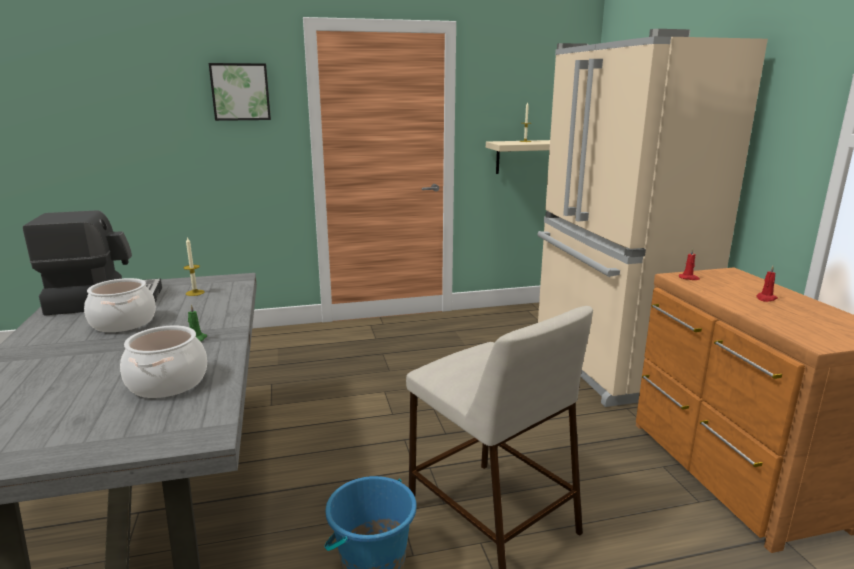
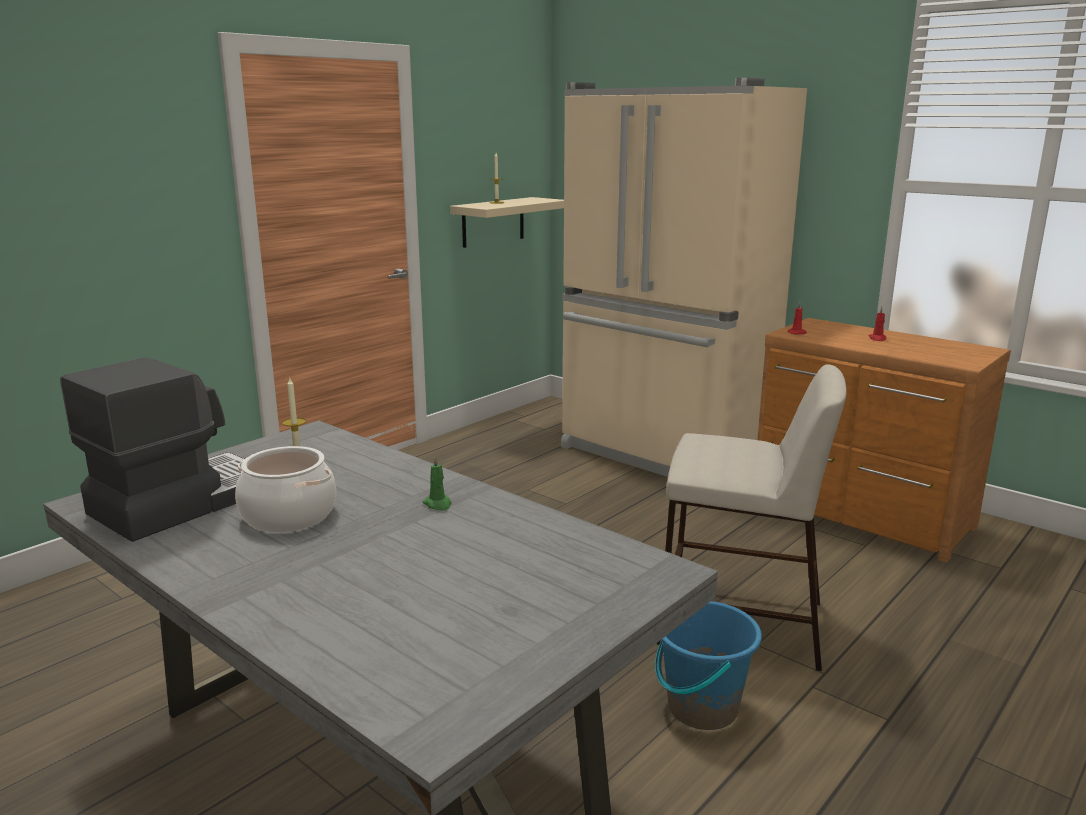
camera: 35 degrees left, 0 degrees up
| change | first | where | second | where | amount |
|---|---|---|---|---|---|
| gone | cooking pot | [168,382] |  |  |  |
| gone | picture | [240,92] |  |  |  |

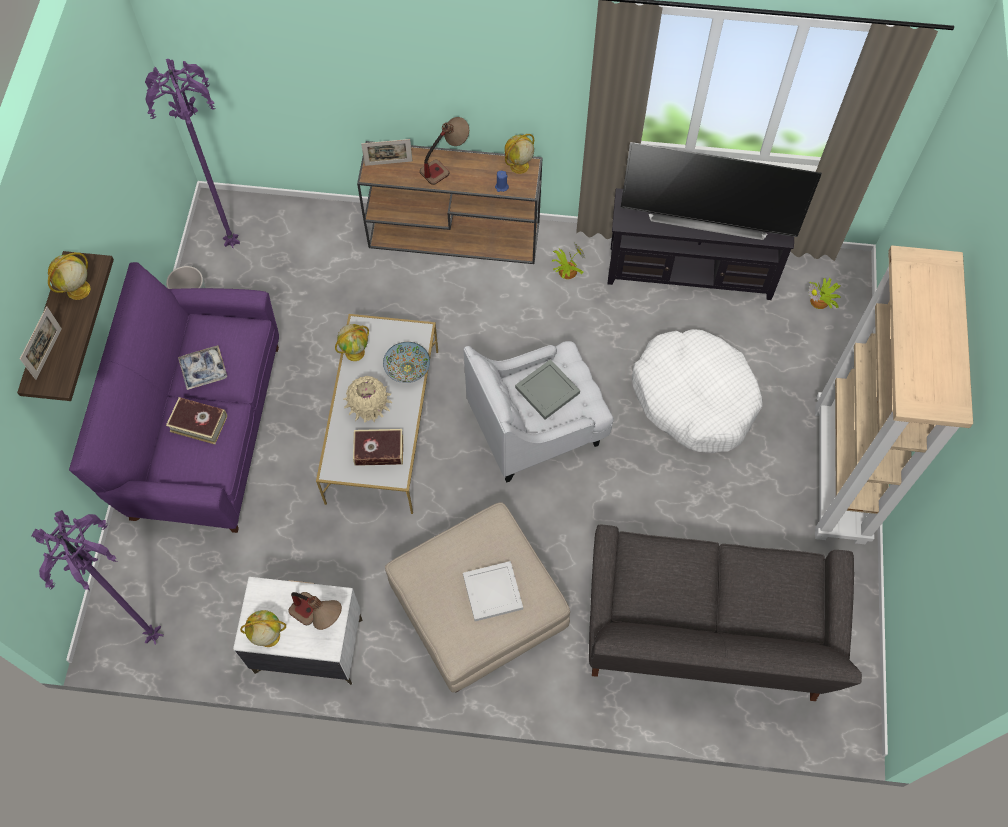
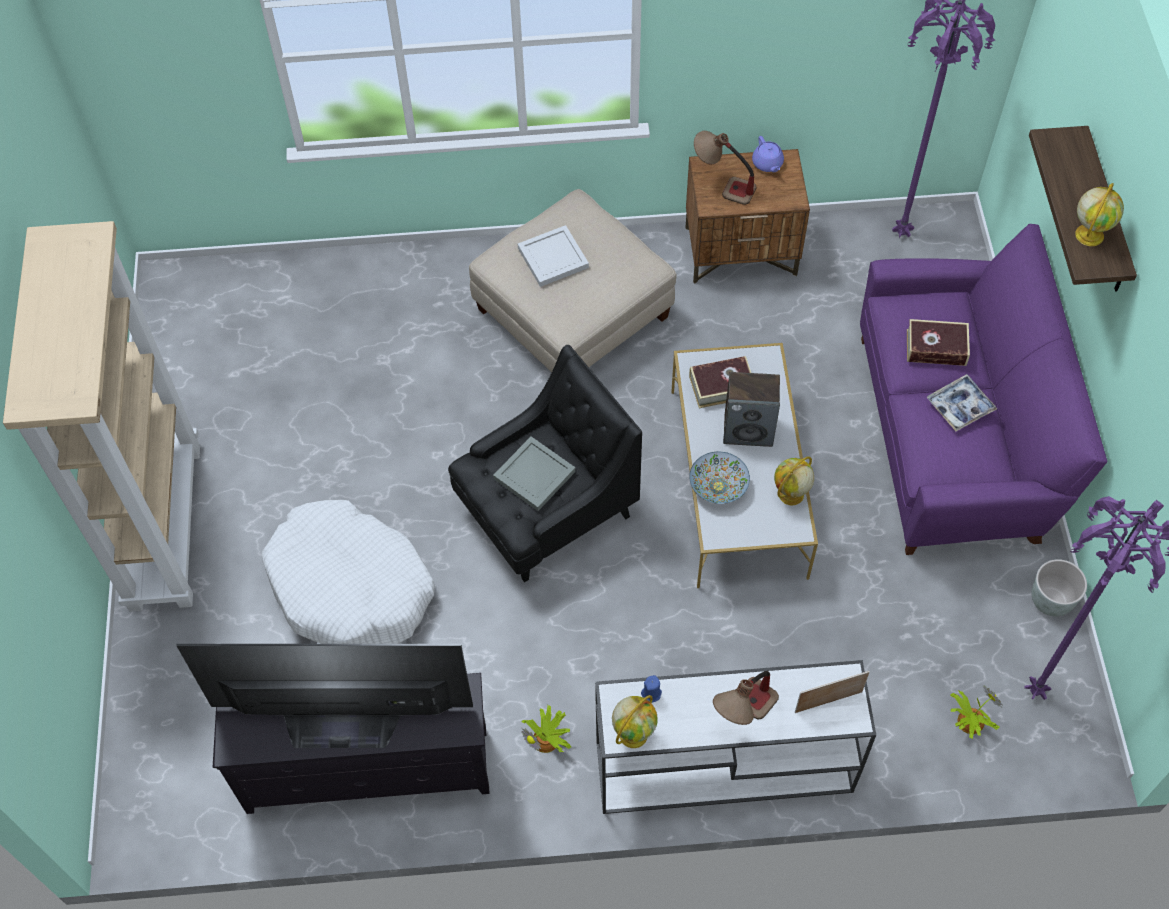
camera: 170 degrees right, 5 degrees down
| change | first | where | second | where | amount |
|---|---|---|---|---|---|
| repainted | white armchair | [537,428] | black armchair | [546,512] |  |
| repainted | brown console table | [456,235] | white console table | [721,768] |  |
| repainted | white nightstand | [308,646] | brown nightstand | [741,251] |  |
| swapped | beige vase | [369,409] | speaker | [748,430] |  |
| swapped | globe | [268,636] | purple teapot | [767,164] |  |
| shifted | potted plant | [821,301] |  | [969,721] |  |
| gone | picture frame | [48,353] |  |  |  |
| gone | grey sofa | [705,635] |  |  |  |

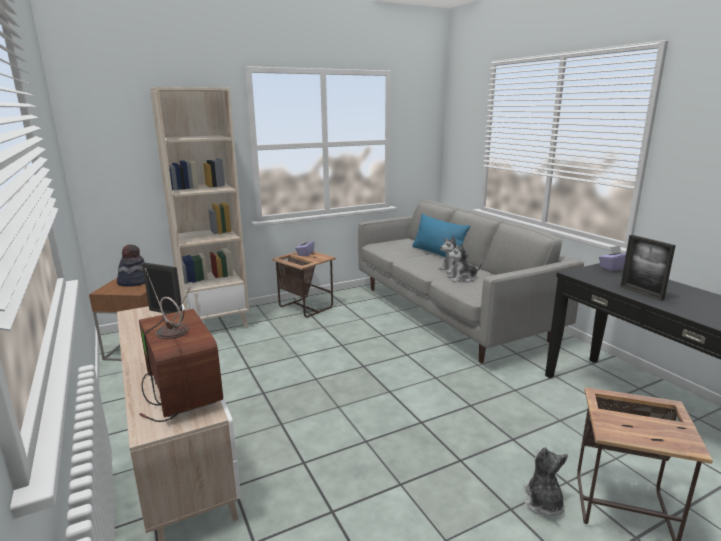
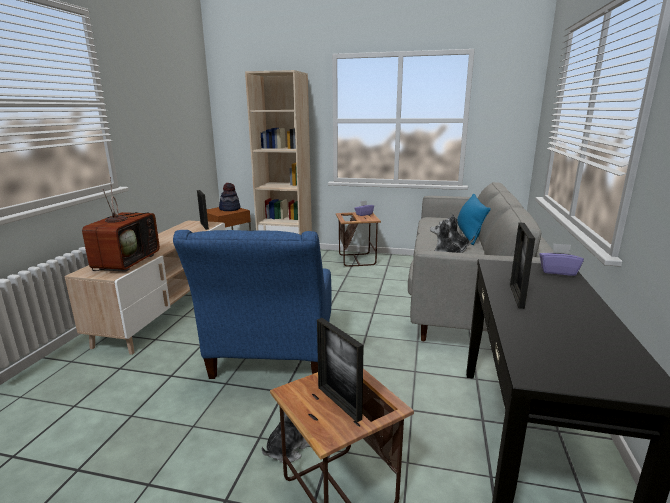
camera: 40 degrees right, 0 degrees up
| change | first | where | second | where | amount |
|---|---|---|---|---|---|
| new |  |  | blue armchair | [271,360] |  |
| new |  |  | picture frame | [339,402] |  |

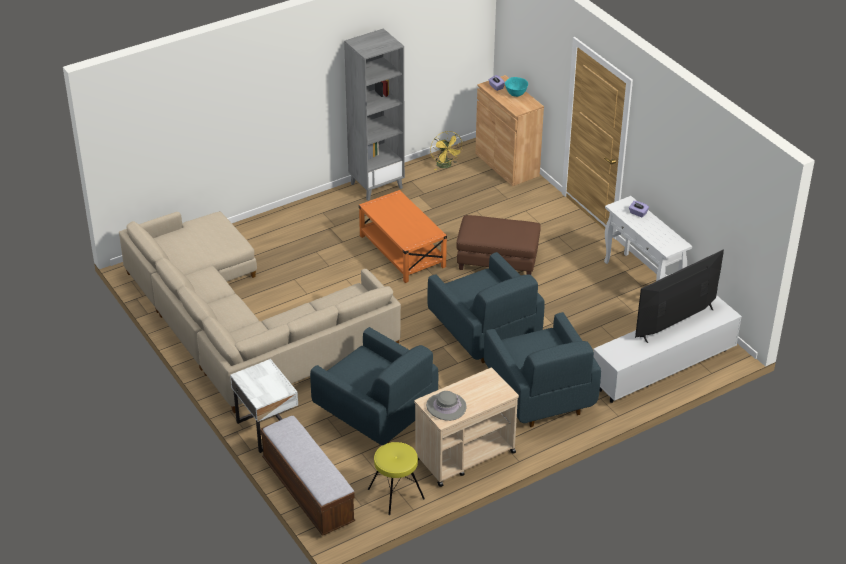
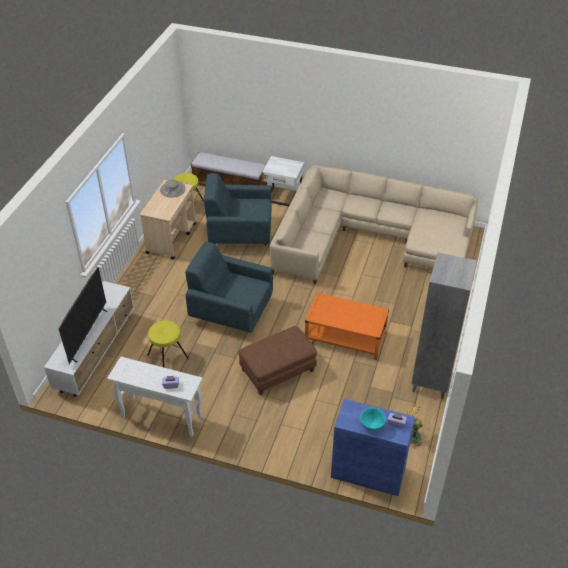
camera: 140 degrees right, 5 degrees up
| change | first | where | second | where | amount |
|---|---|---|---|---|---|
| new |  |  | yellow stool | [167,357] |  |
| repainted | brown cabinet | [507,164] | blue cabinet | [368,472] |  |
| gone | blue armchair | [539,395] |  |  |  |

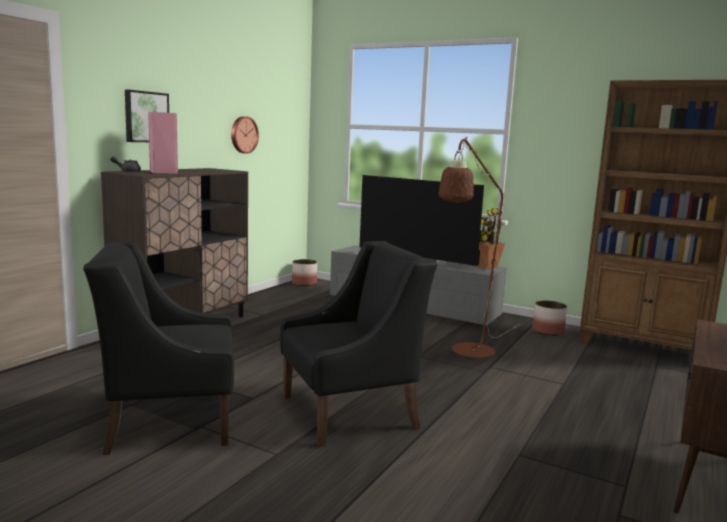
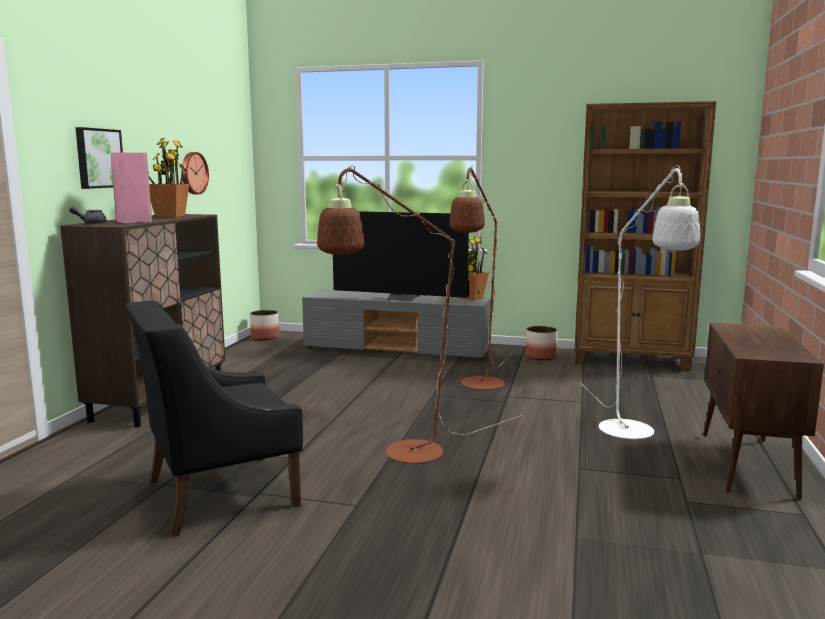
camera: 15 degrees left, 0 degrees up
| change | first | where | second | where | amount |
|---|---|---|---|---|---|
| new |  |  | potted plant | [169,216] |  |
| swapped | black armchair | [350,411] | brown floor lamp | [402,455] |  |
| new |  |  | white floor lamp | [632,434] |  |

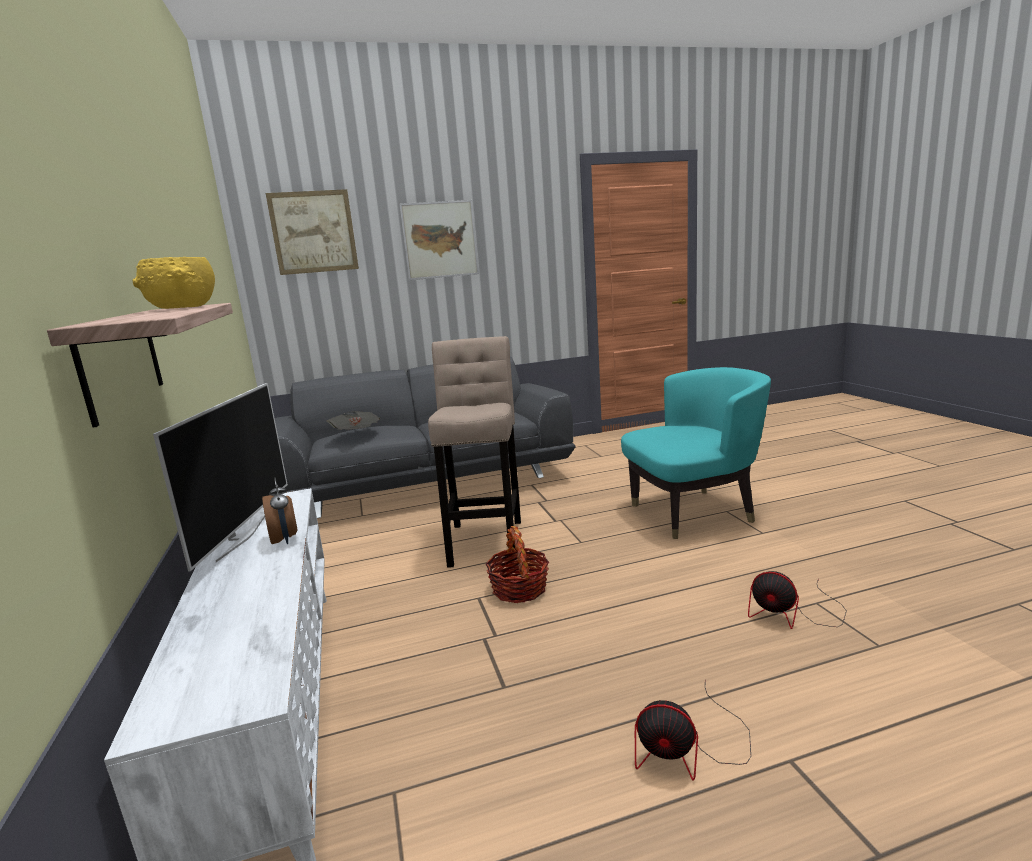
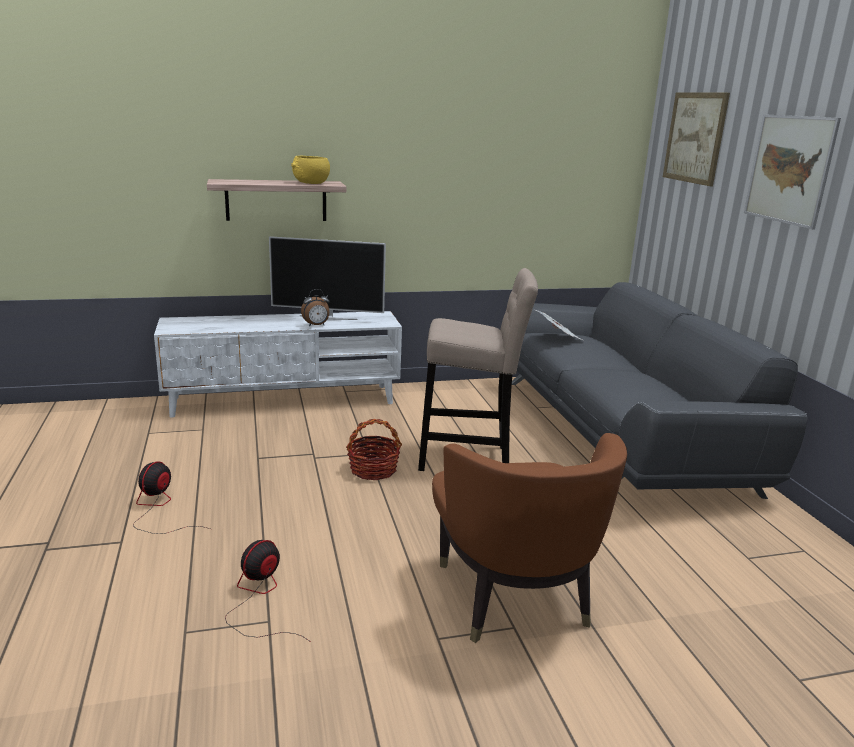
camera: 90 degrees right, 5 degrees up
| change | first | where | second | where | amount |
|---|---|---|---|---|---|
| repainted | turquoise armchair | [694,512] | brown armchair | [513,597] |  |

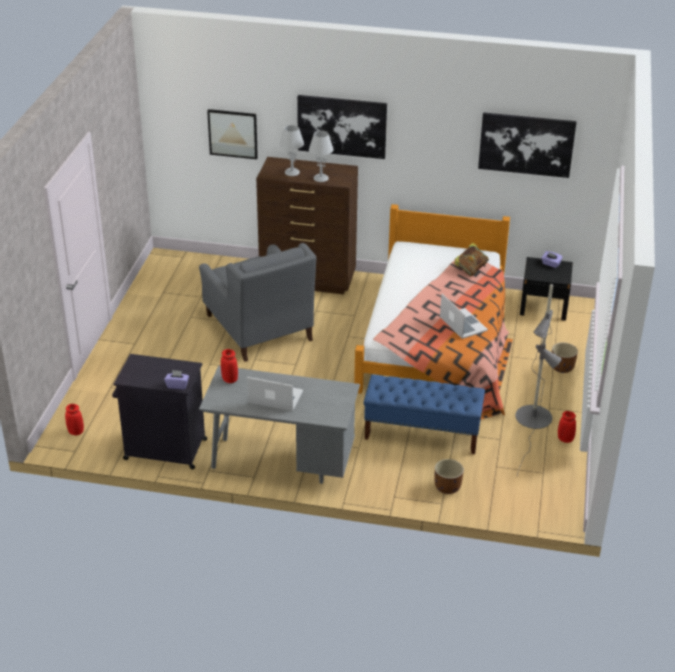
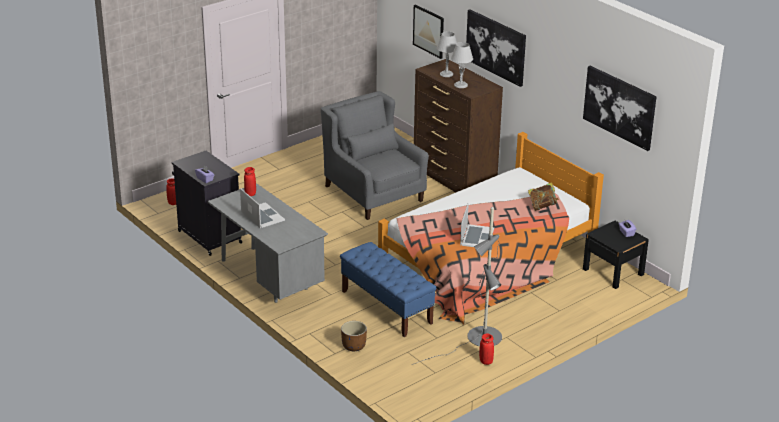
camera: 40 degrees right, 5 degrees down
| change | first | where | second | where | amount |
|---|---|---|---|---|---|
| rotated | grey armchair | [258,327] |  | [373,193] | 135 degrees clockwise |
| gone | brown planter | [562,368] |  |  |  |

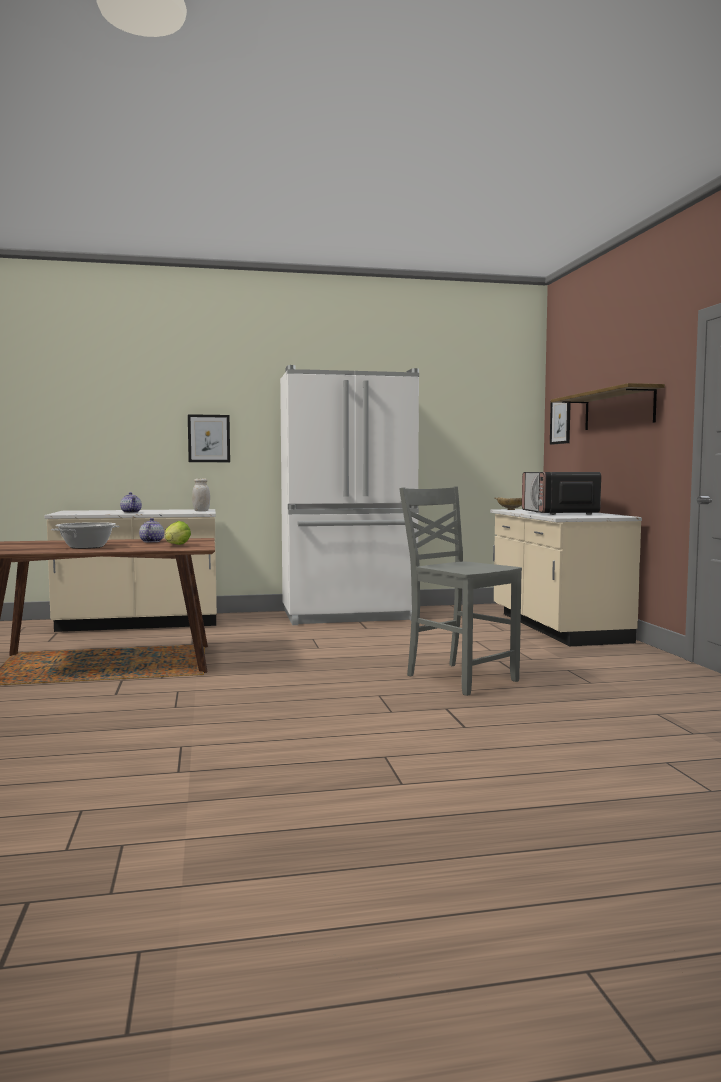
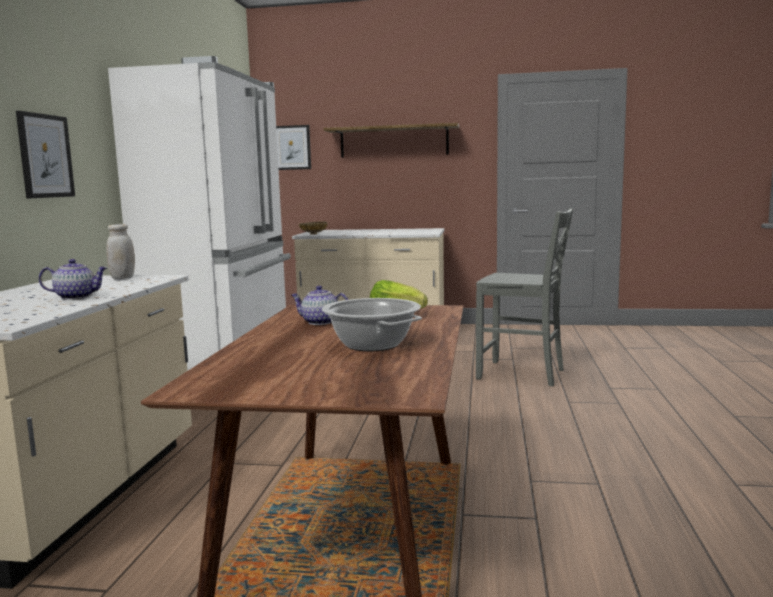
camera: 70 degrees left, 5 degrees up
| change | first | where | second | where | amount |
|---|---|---|---|---|---|
| rotated | grey chair | [459,678] |  | [522,374] | 135 degrees counterclockwise |
| gone | microwave | [559,513] |  |  |  |

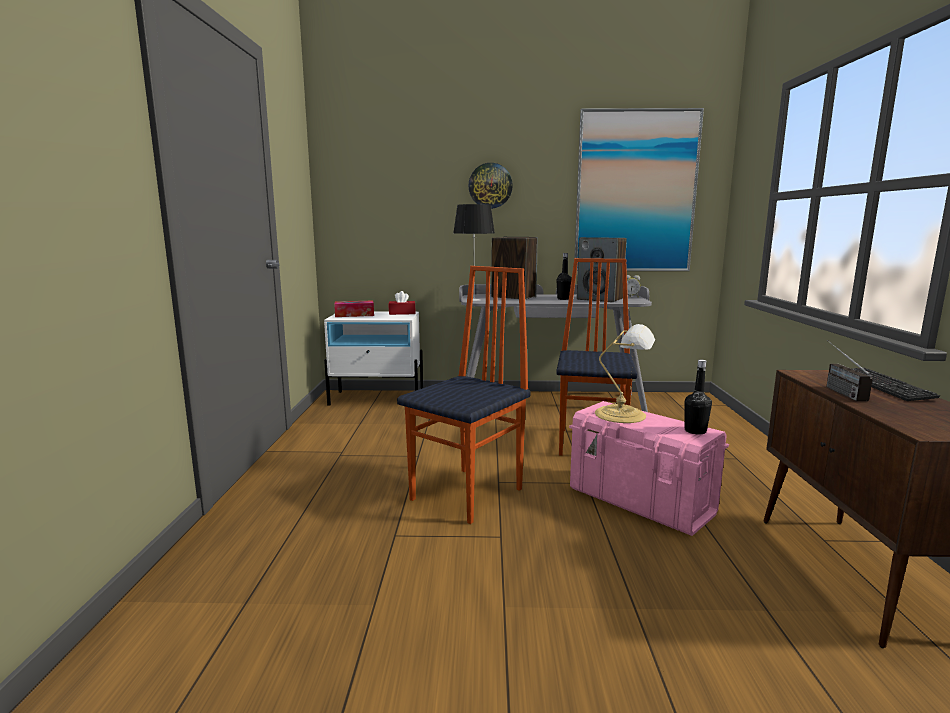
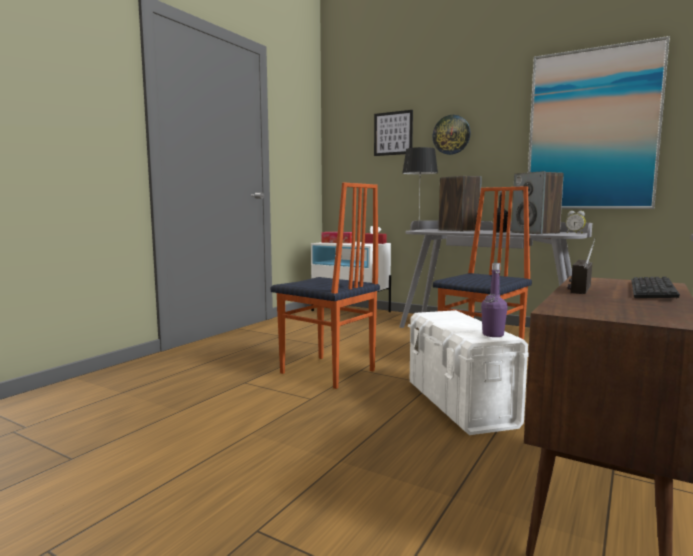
camera: 30 degrees right, 5 degrees down
| change | first | where | second | where | amount |
|---|---|---|---|---|---|
| rotated | chair | [469,494] |  | [327,372] | 60 degrees clockwise |
| new |  |  | picture | [393,133] |  |
| repainted | pink storage box | [641,501] | white storage box | [460,404] |  |
| repainted | black bottle | [695,431] | purple bottle | [493,335] |  |
| gone | table lamp | [623,414] |  |  |  |

